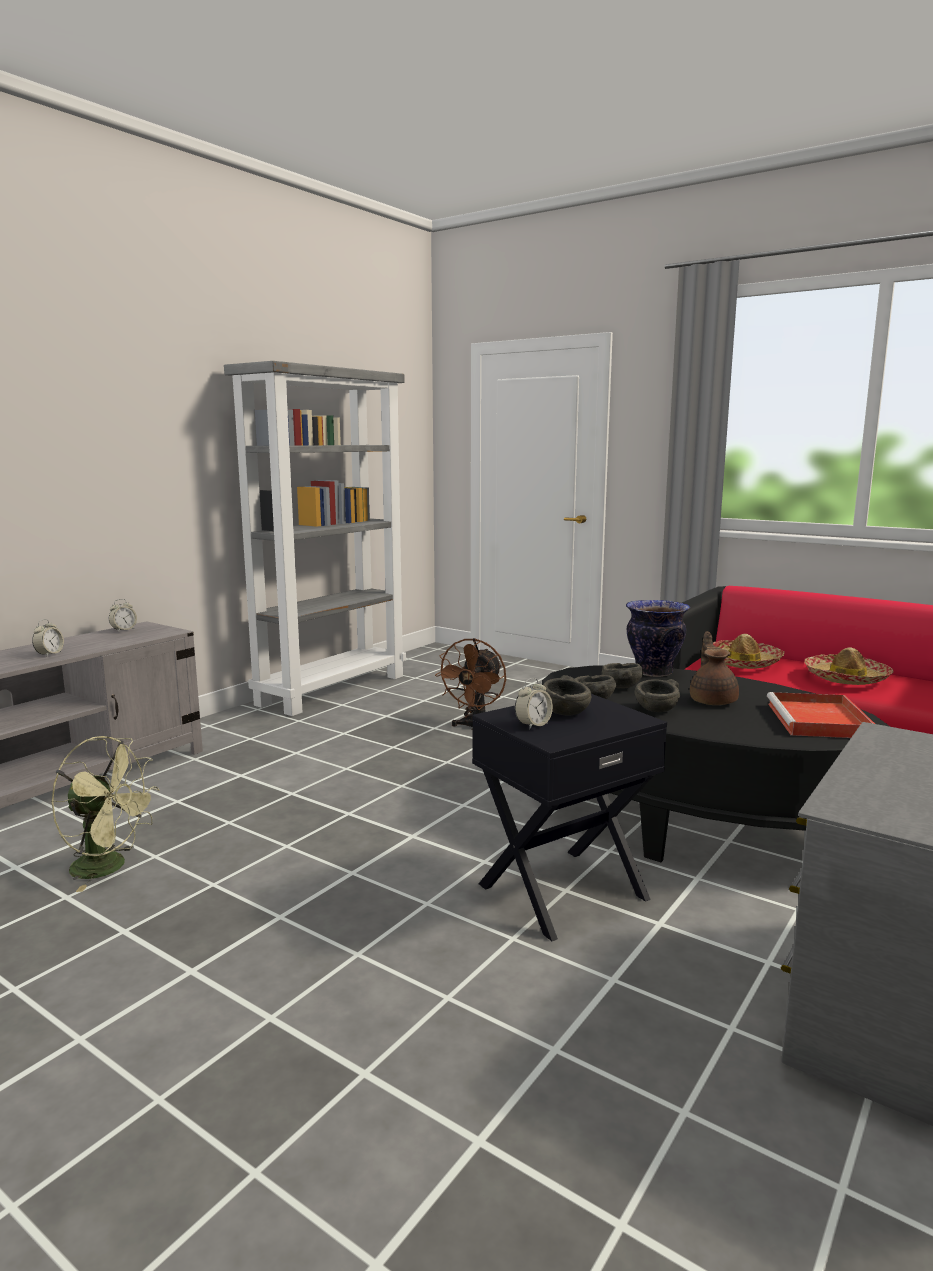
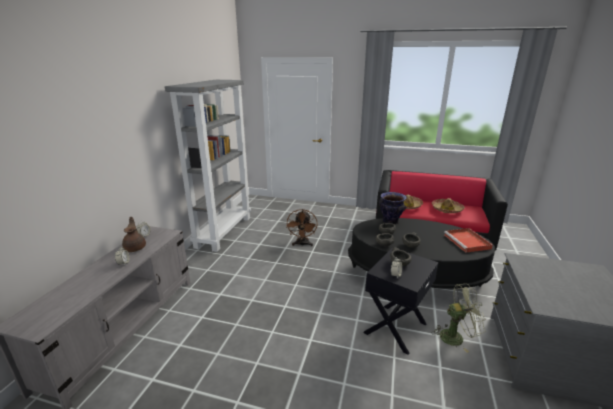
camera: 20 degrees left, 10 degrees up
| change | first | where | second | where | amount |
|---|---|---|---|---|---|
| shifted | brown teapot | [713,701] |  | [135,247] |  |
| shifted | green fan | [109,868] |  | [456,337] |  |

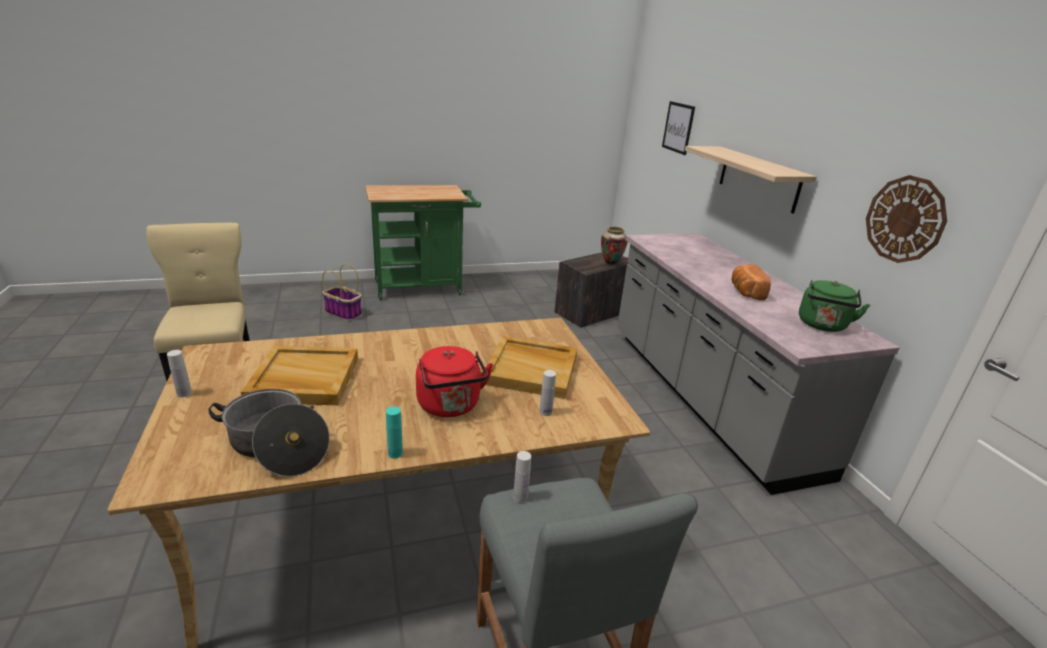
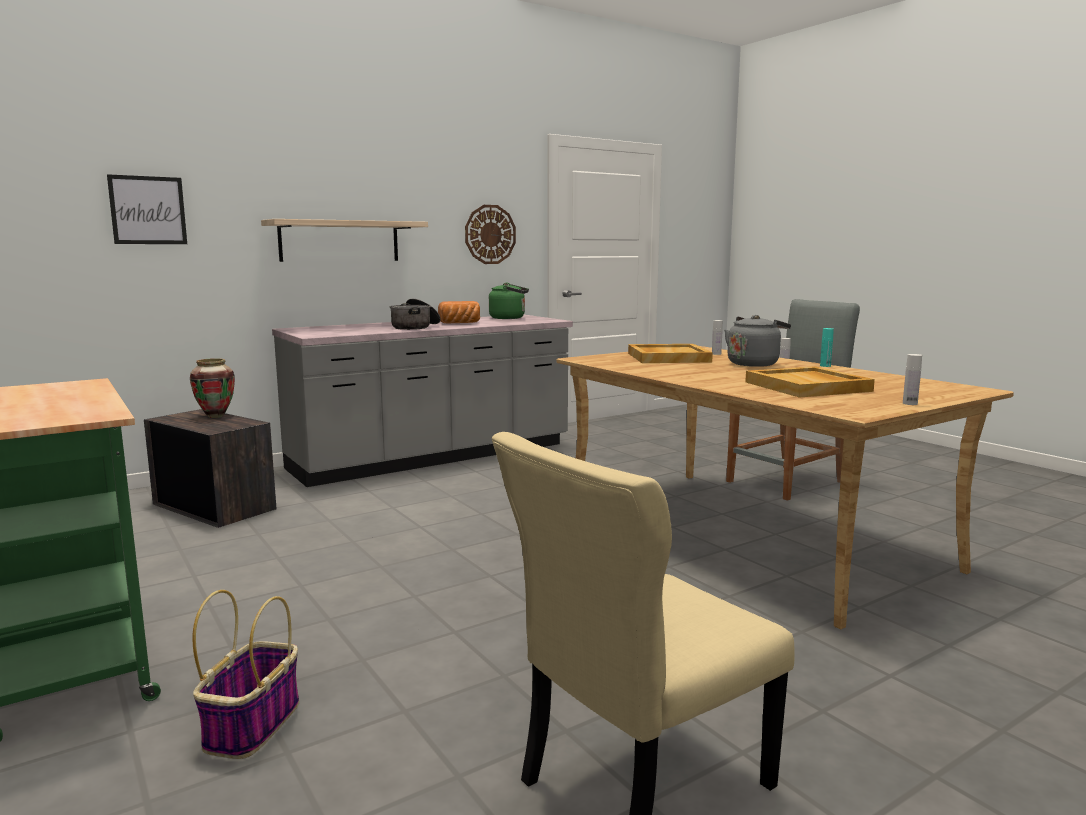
camera: 105 degrees left, 15 degrees down
| change | first | where | second | where | amount |
|---|---|---|---|---|---|
| shifted | cooking pot | [276,446] |  | [415,327] |  |
| repainted | red kettle | [450,406] | grey kettle | [754,364] |  |

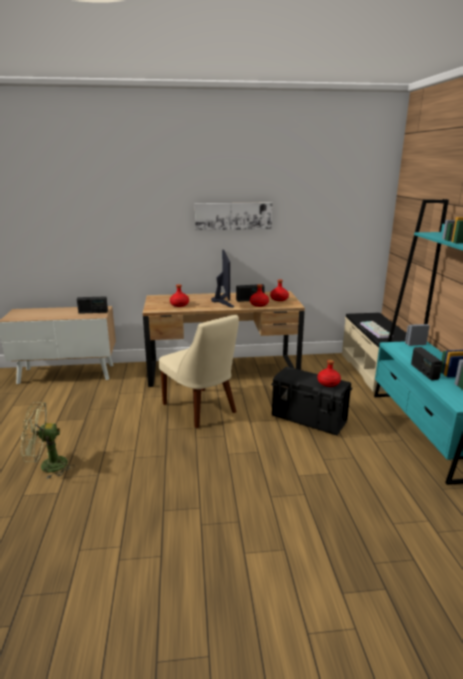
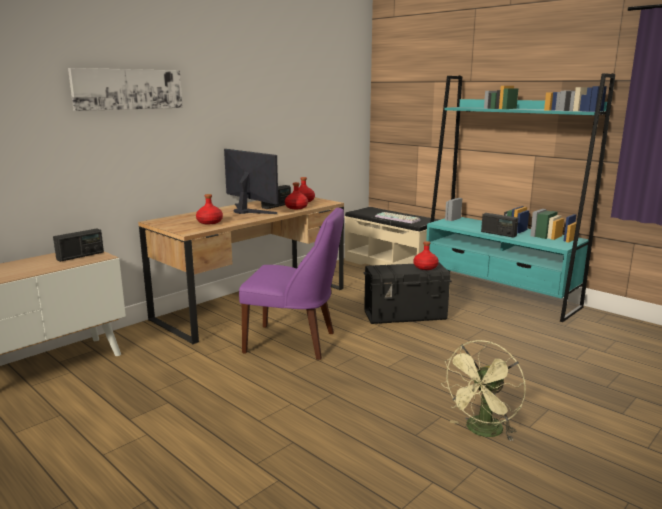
camera: 40 degrees left, 5 degrees down
| change | first | where | second | where | amount |
|---|---|---|---|---|---|
| shifted | picture | [233,216] |  | [128,89] |  |
| repainted | beige chair | [201,409] | purple chair | [294,343] |  |
| shifted | green fan | [47,466] |  | [482,432] |  |

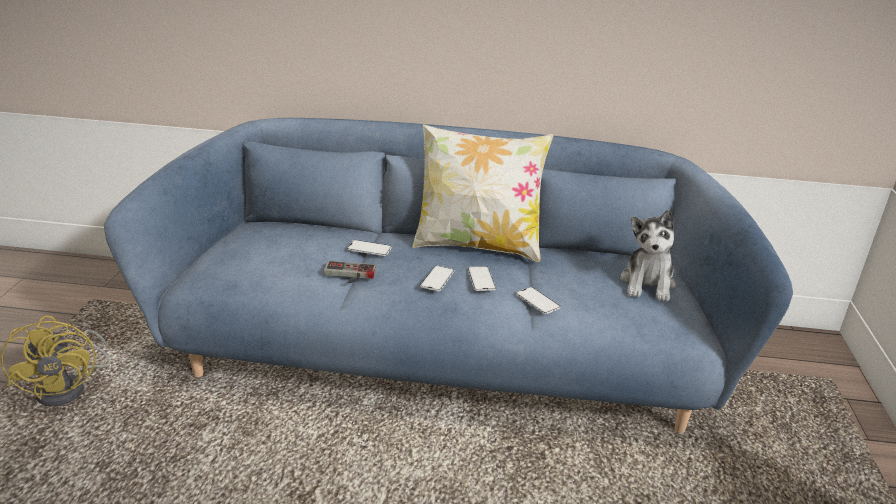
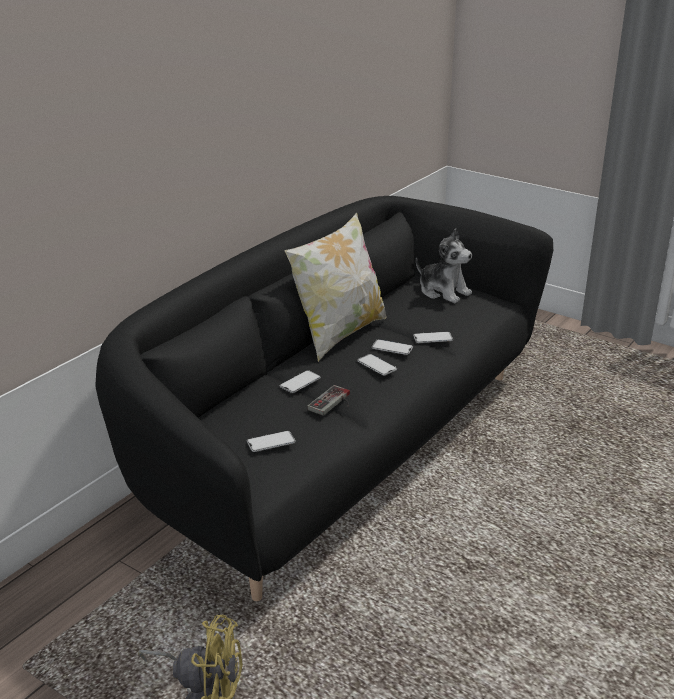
camera: 60 degrees left, 0 degrees up
| change | first | where | second | where | amount |
|---|---|---|---|---|---|
| repainted | blue sofa | [442,355] | black sofa | [338,447] |  |
| new |  |  | phone | [271,442] |  |

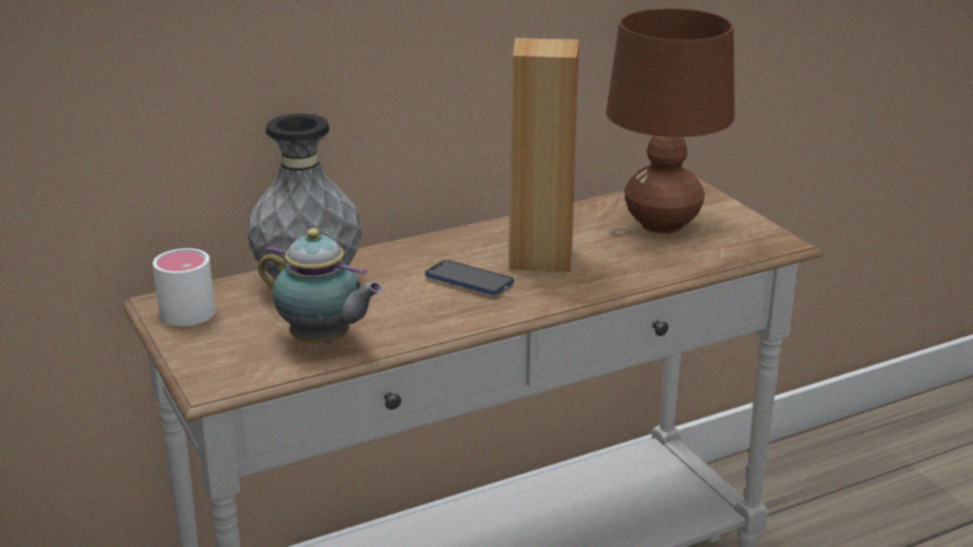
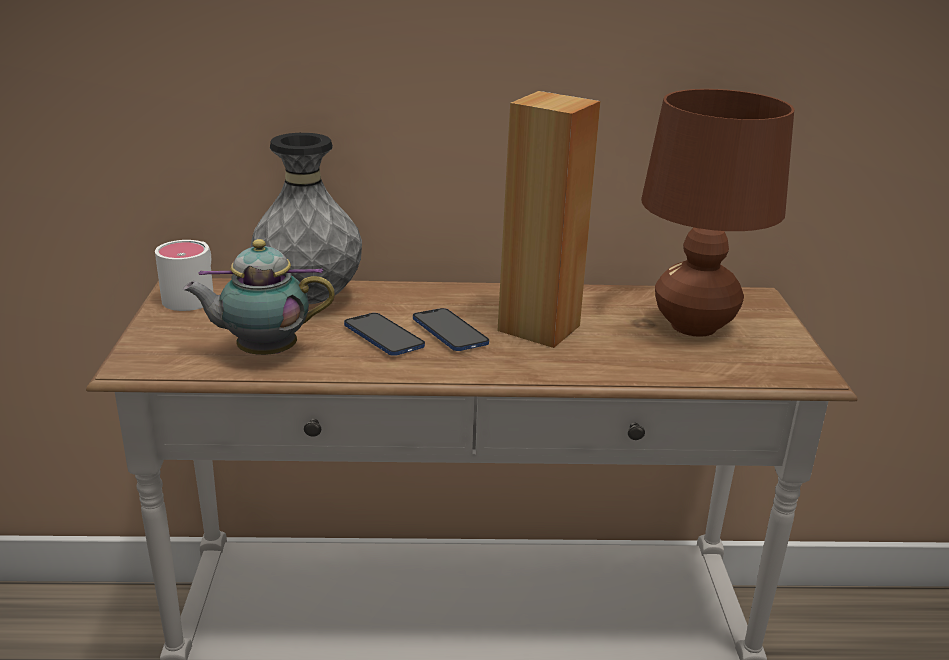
camera: 25 degrees right, 0 degrees up
| change | first | where | second | where | amount |
|---|---|---|---|---|---|
| rotated | teapot | [323,341] |  | [263,352] | 120 degrees clockwise |
| new |  |  | phone | [383,336] |  |

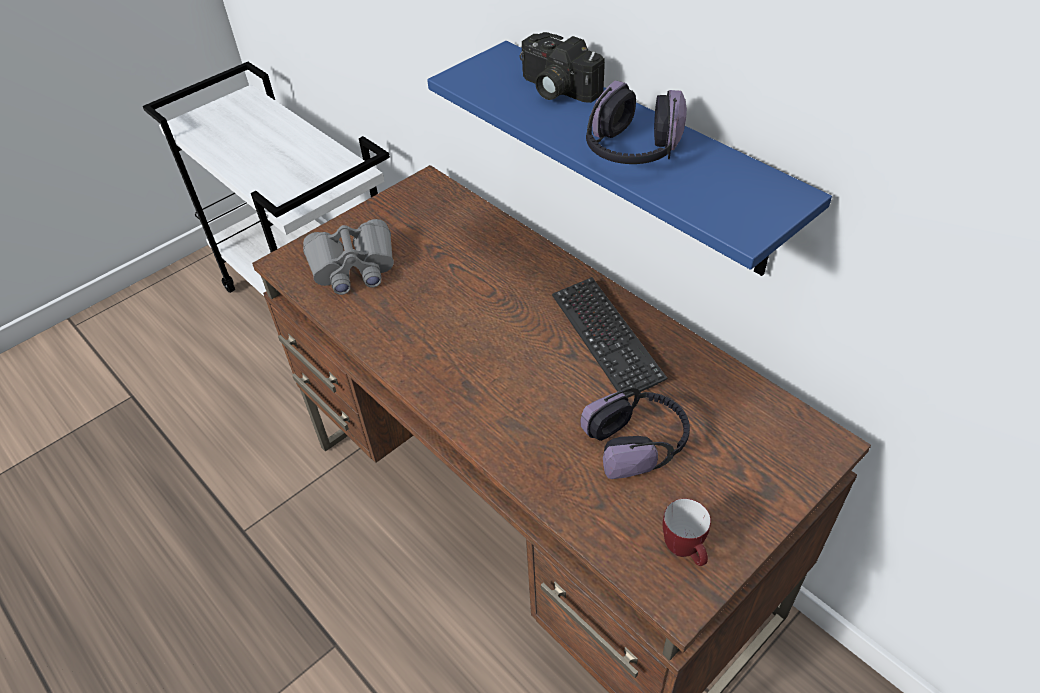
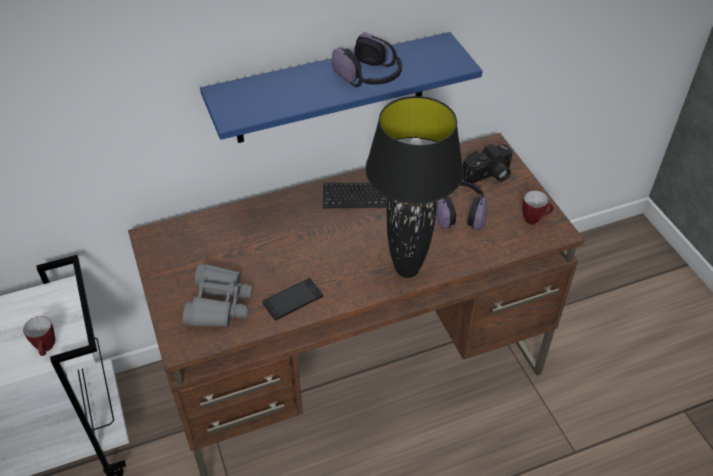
camera: 70 degrees left, 0 degrees up
| change | first | where | second | where | amount |
|---|---|---|---|---|---|
| new |  |  | mug | [47,349] |  |
| new |  |  | phone | [292,299] |  |
| new |  |  | black table lamp | [407,270] |  |
| shifted | photo camera | [555,89] |  | [488,175] |  |

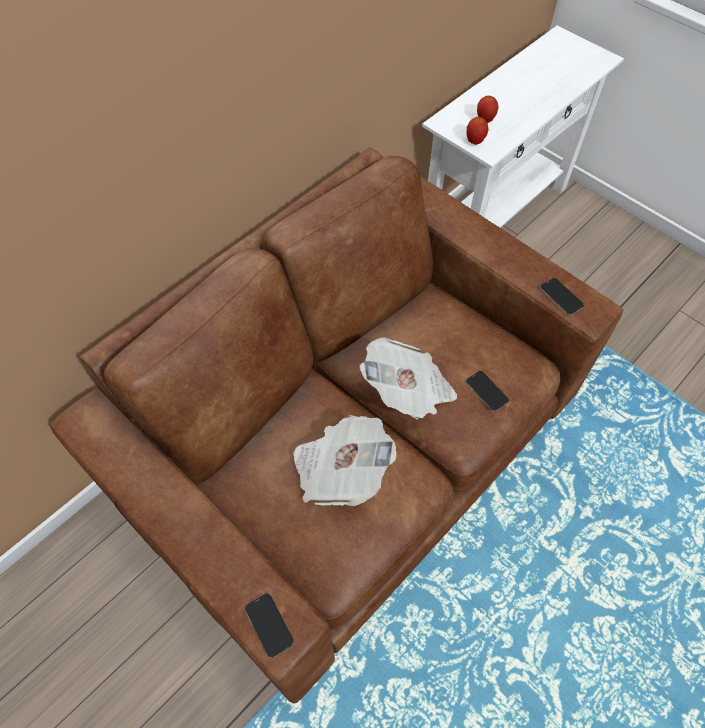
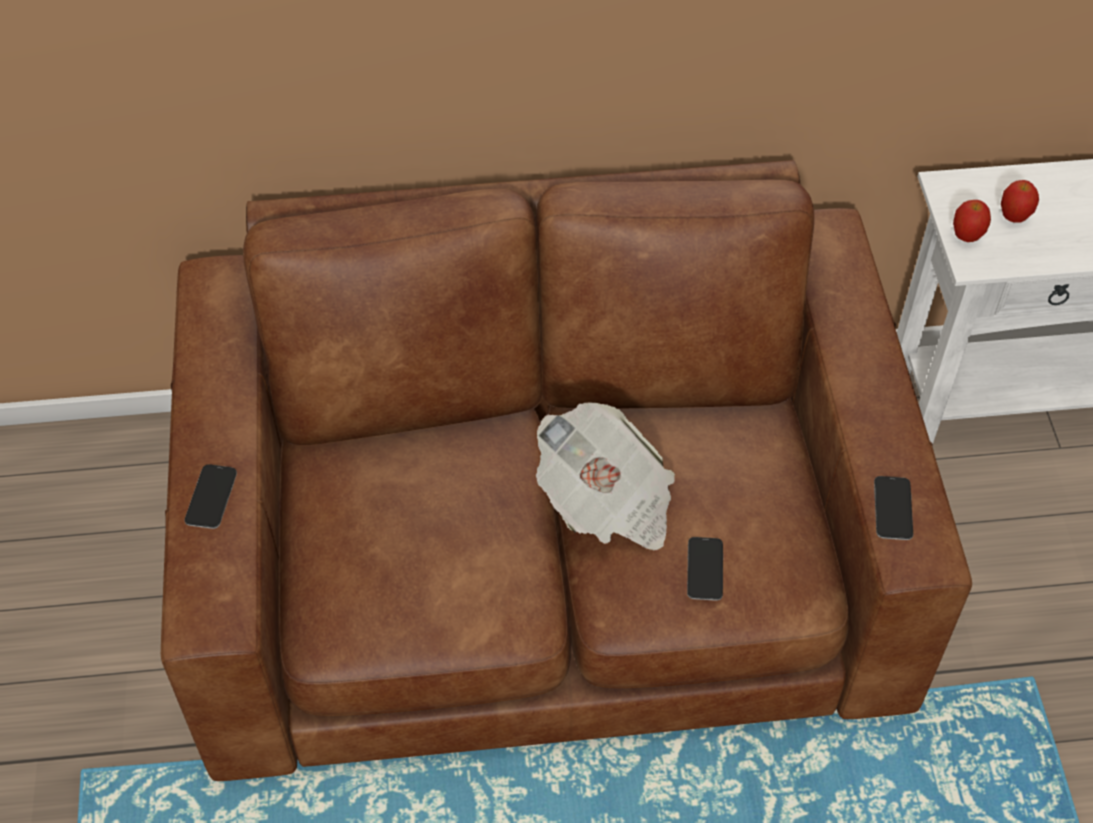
camera: 40 degrees right, 5 degrees down
| change | first | where | second | where | amount |
|---|---|---|---|---|---|
| shifted | phone | [269,625] |  | [211,497] |  |
| gone | newspaper | [341,470] |  |  |  |

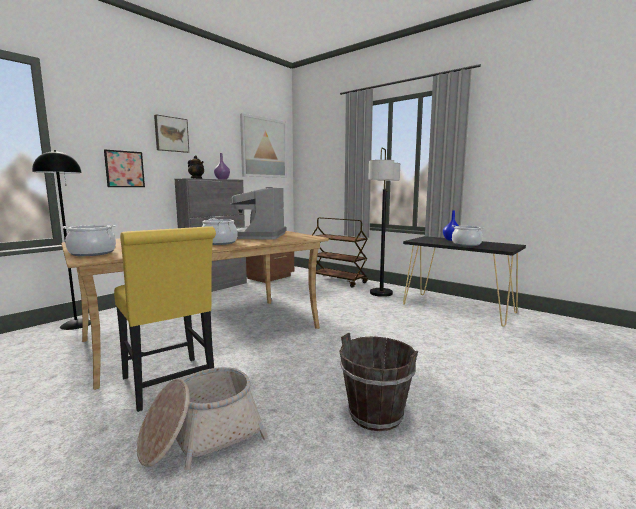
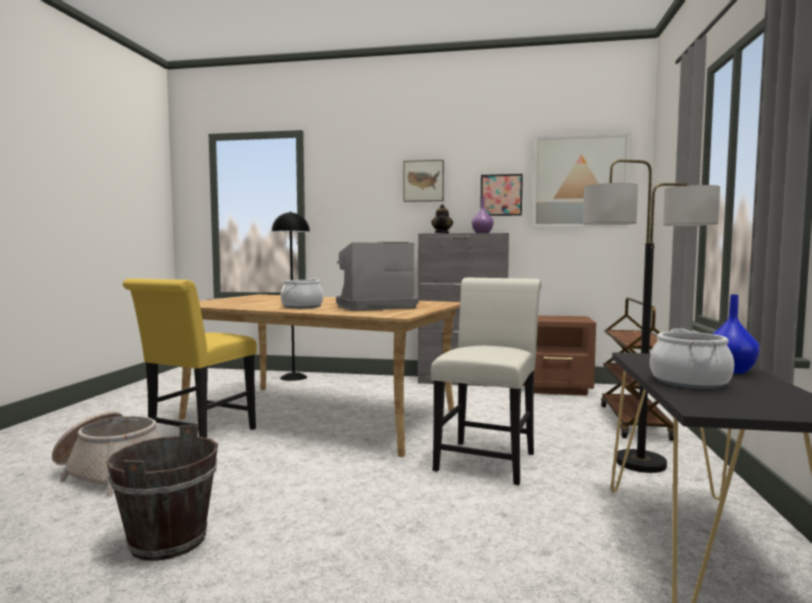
camera: 60 degrees right, 5 degrees down
| change | first | where | second | where | amount |
|---|---|---|---|---|---|
| new |  |  | white chair | [488,459] |  |
| shifted | picture | [124,169] |  | [501,195] |  |
| gone | cooking pot | [92,253] |  |  |  |

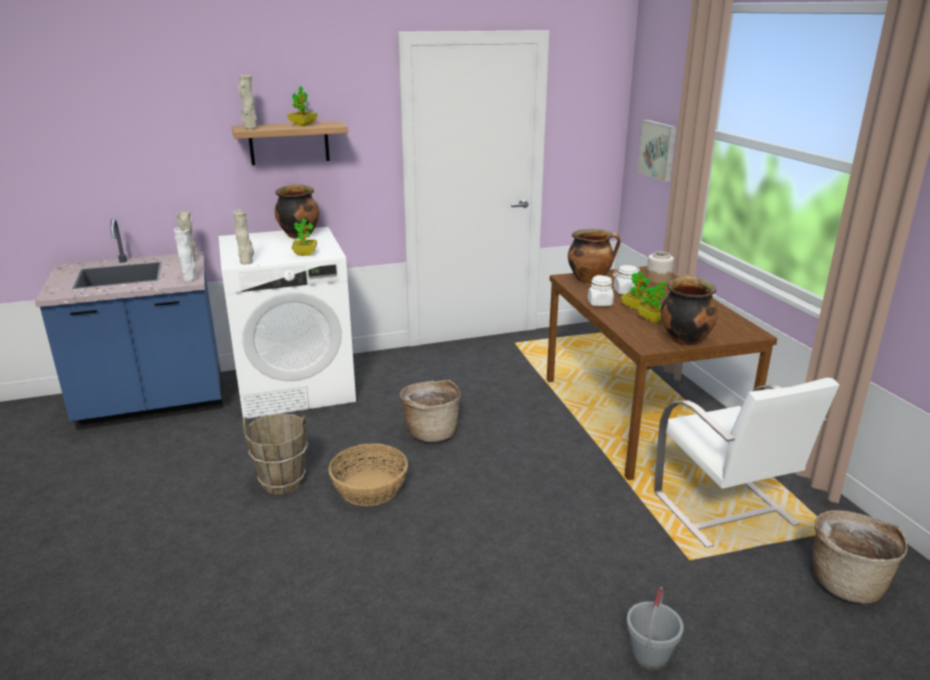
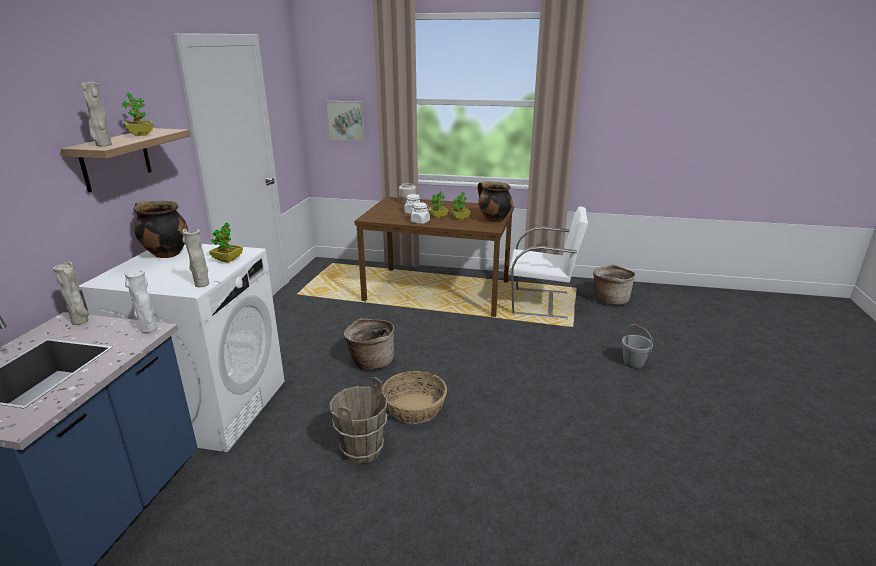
camera: 60 degrees left, 0 degrees up
| change | first | where | second | where | amount |
|---|---|---|---|---|---|
| gone | cooking pot | [590,279] |  |  |  |

